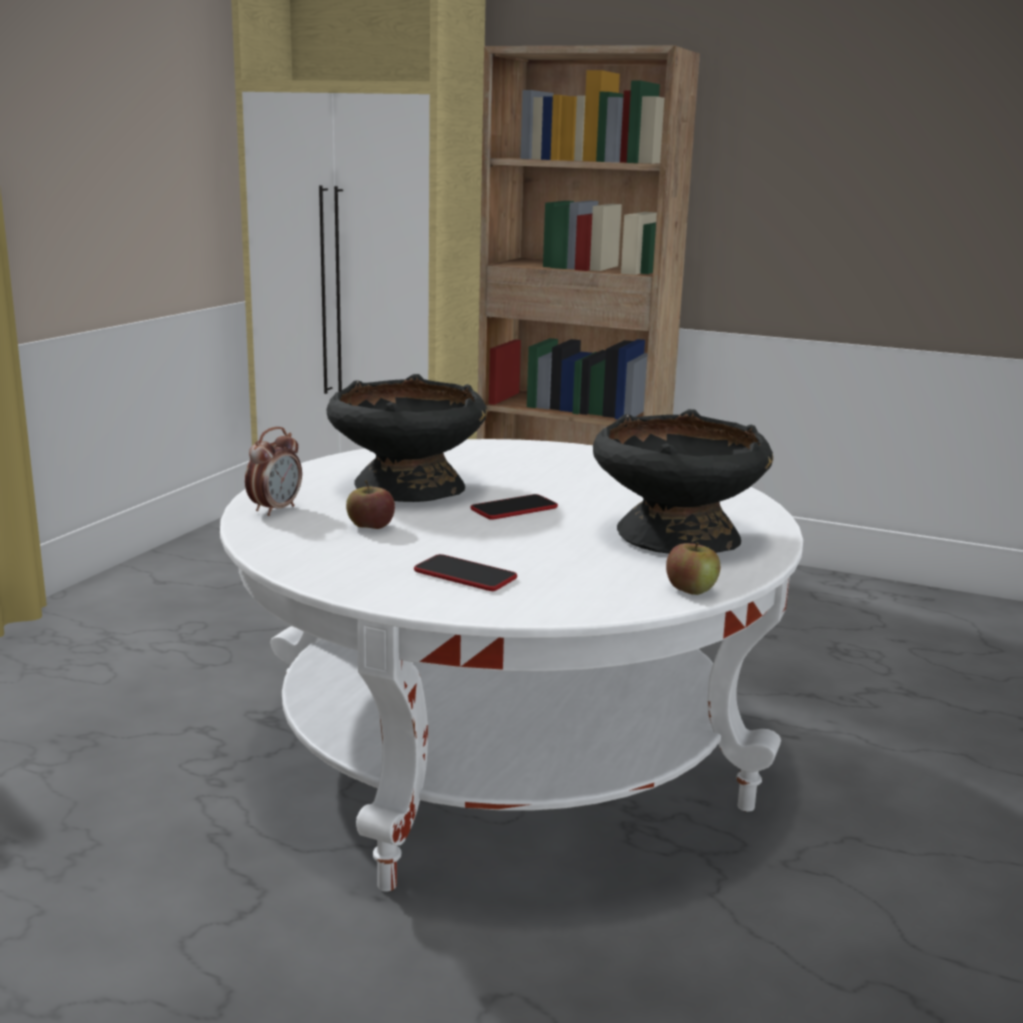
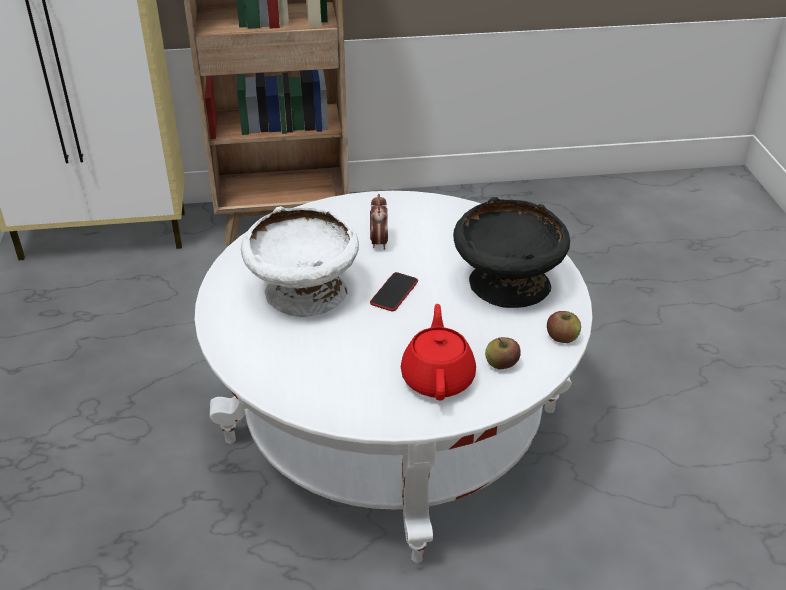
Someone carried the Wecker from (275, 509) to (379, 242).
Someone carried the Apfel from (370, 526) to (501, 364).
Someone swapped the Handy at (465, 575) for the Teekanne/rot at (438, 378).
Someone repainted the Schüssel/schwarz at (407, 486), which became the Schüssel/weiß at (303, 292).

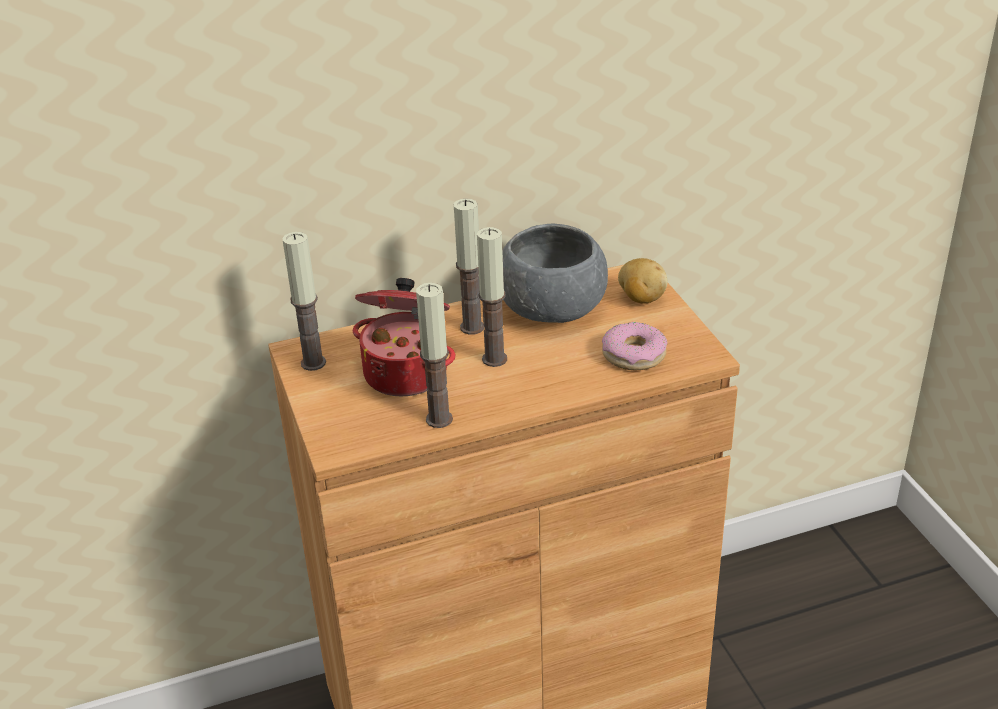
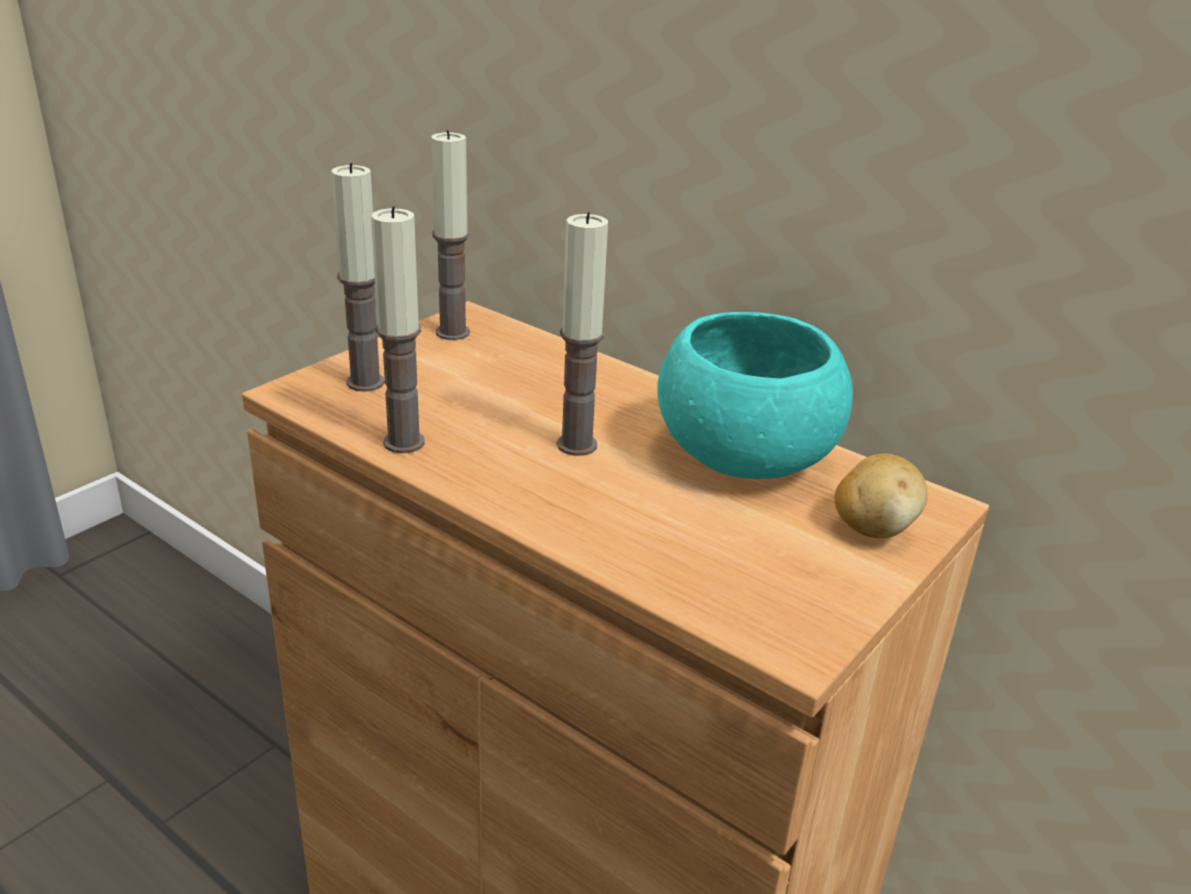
Someone took away the Kochtopf at (407, 372).
Someone took away the Donut at (633, 355).
Someone carried the Kerze from (472, 327) to (365, 382).
Someone repainted the Schüssel/grau at (552, 310), which became the Schüssel/türkis at (743, 457).

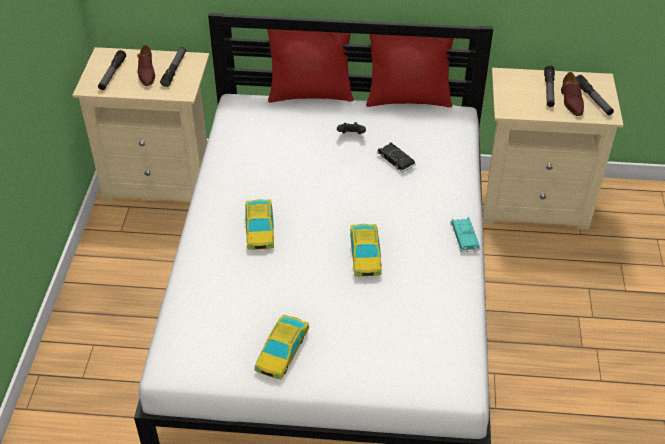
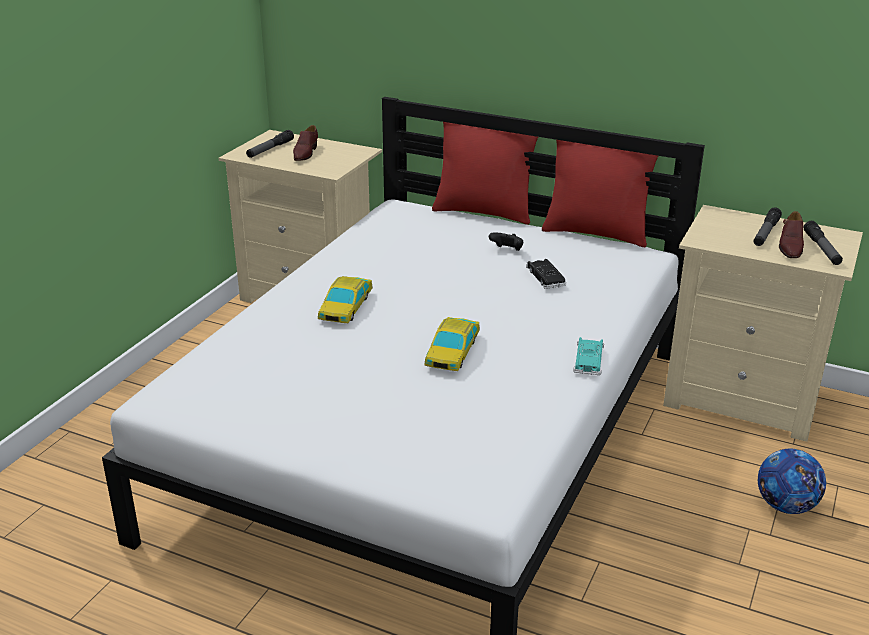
Someone took away the Taschenlampe at (174, 70).
Someone took away the Spielzeugauto at (282, 351).
Someone put down the Fußball at (785, 506).

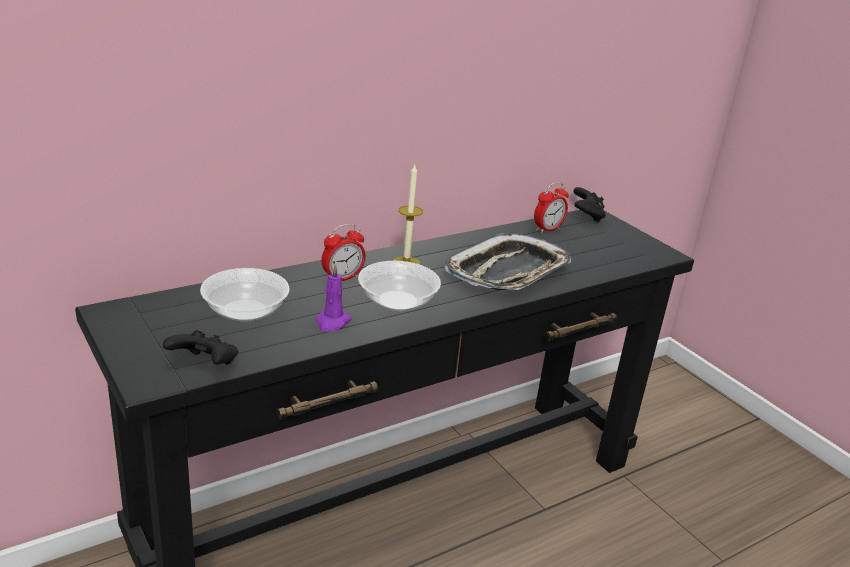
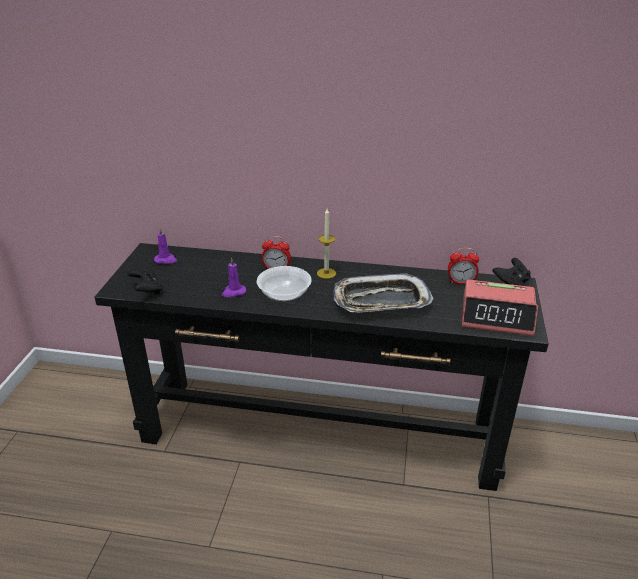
Someone took away the Schüssel at (245, 311).
Someone put down the Kerze/lila at (166, 260).
Someone put down the Wecker at (497, 316).

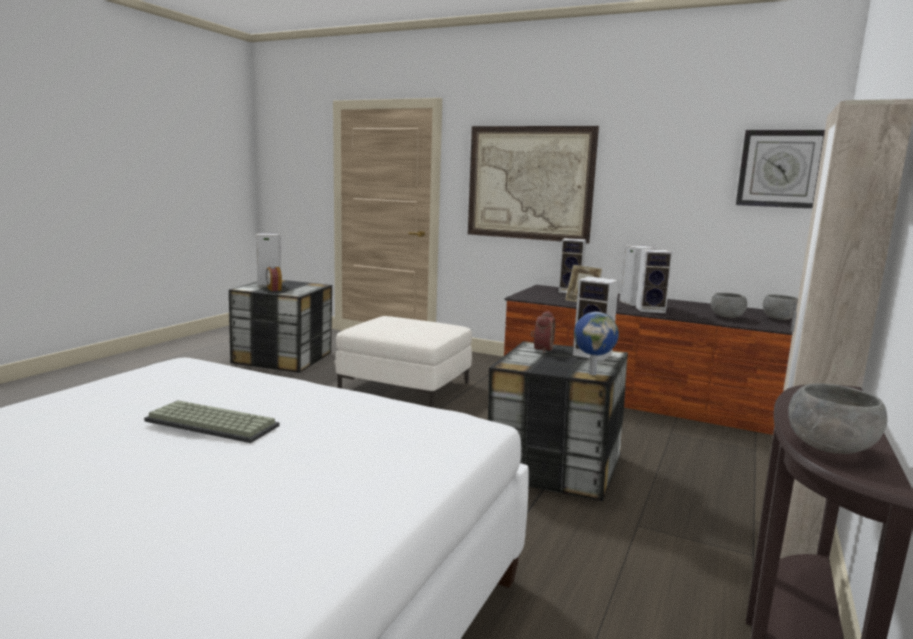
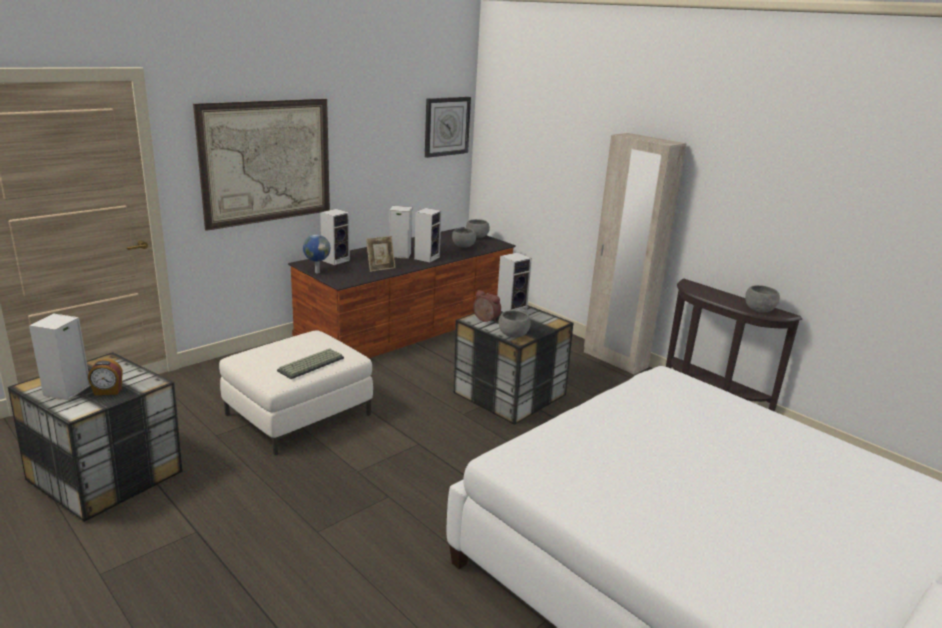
Someone put down the Schüssel/grau at (513, 335).
Someone carried the Tastatur from (209, 424) to (311, 365).
Someone carried the Globus from (592, 373) to (317, 272).

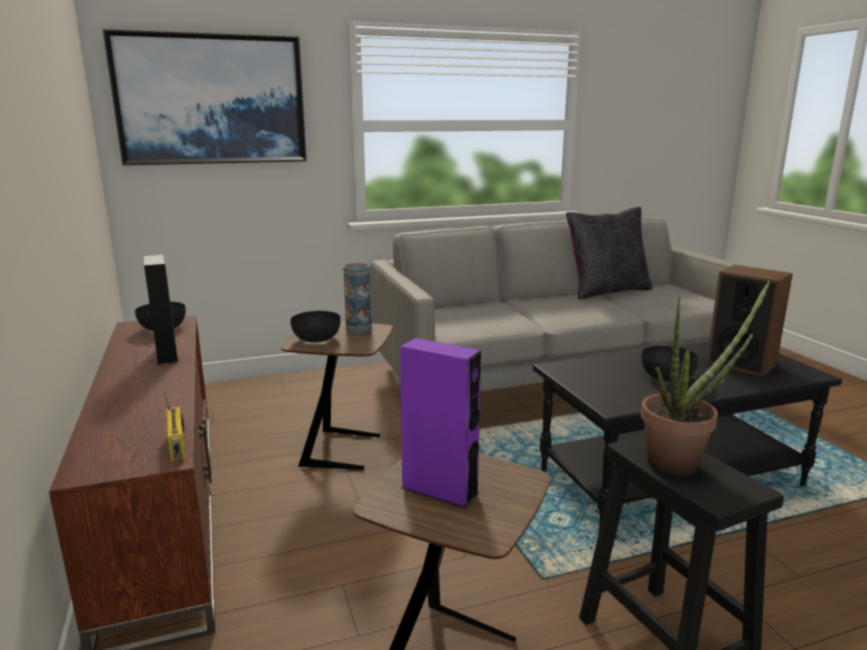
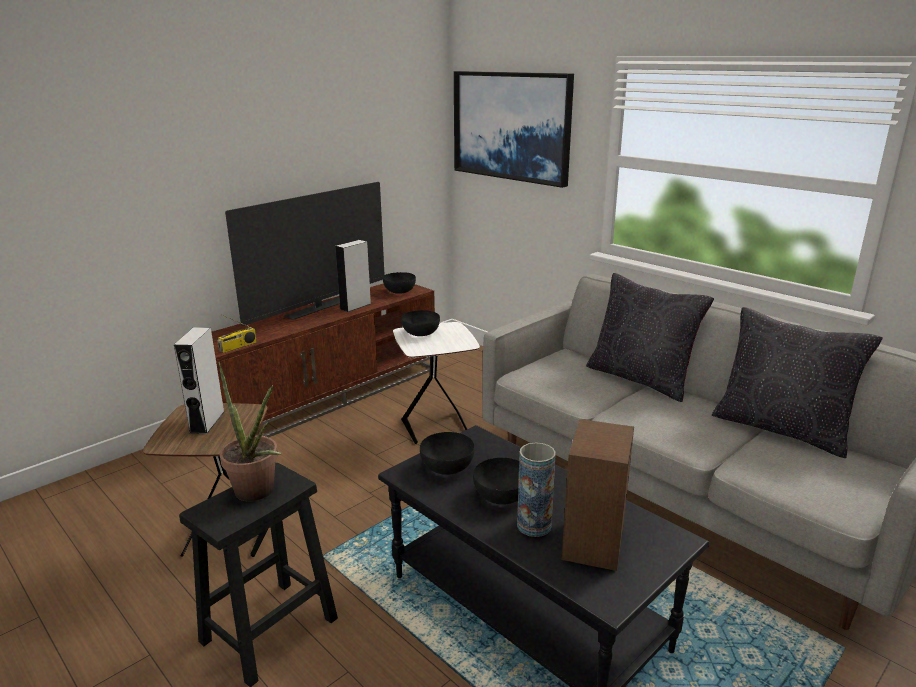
Someone put down the Fernseher at (318, 308).
Someone put down the Schüssel/schwarz at (447, 467).
Someone put down the Kissen/schwarz at (640, 378).
Someone carried the Vase from (358, 329) to (534, 525).
Someone repainted the Beistelltisch/braun at (344, 450), which became the Beistelltisch/weiß at (437, 428).
Someone repainted the Lautsprecher/lila at (439, 490), which became the Lautsprecher/grau at (207, 422).

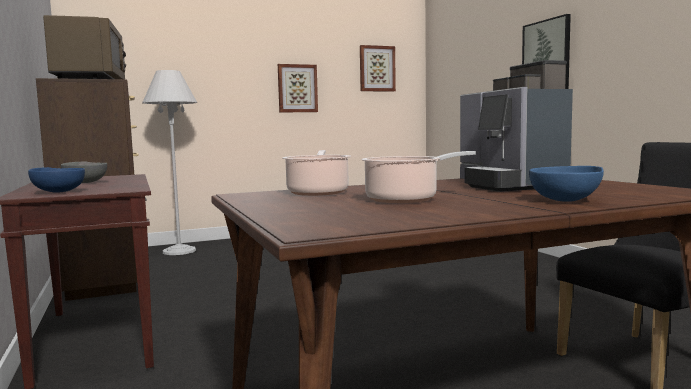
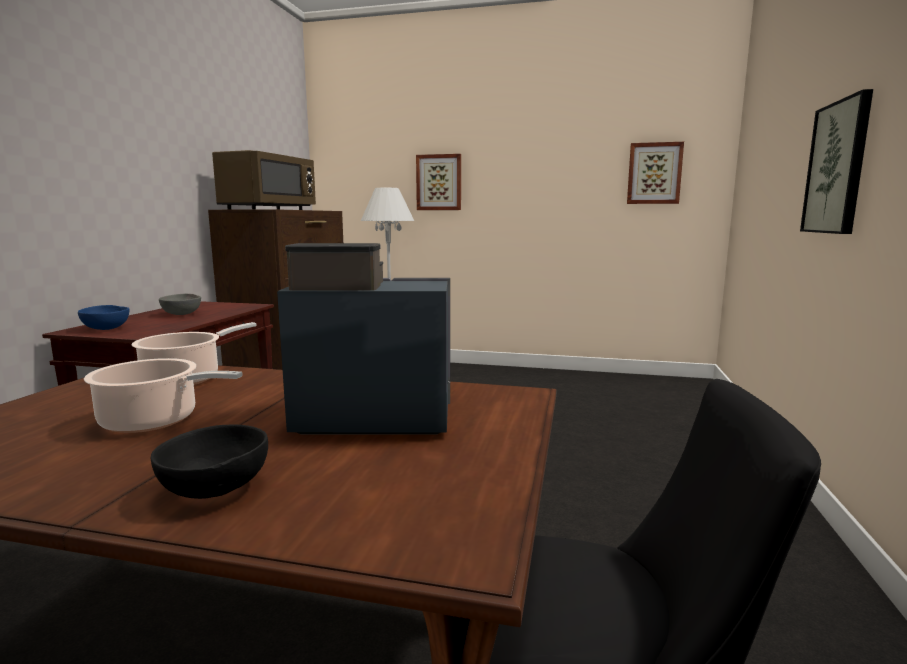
Someone carried the Bild from (297, 88) to (439, 182).
Someone repainted the Schüssel/blau at (567, 201), which became the Schüssel/schwarz at (215, 491).
Someone rotated the Kaffeemaschine at (508, 185) by 75 degrees clockwise.

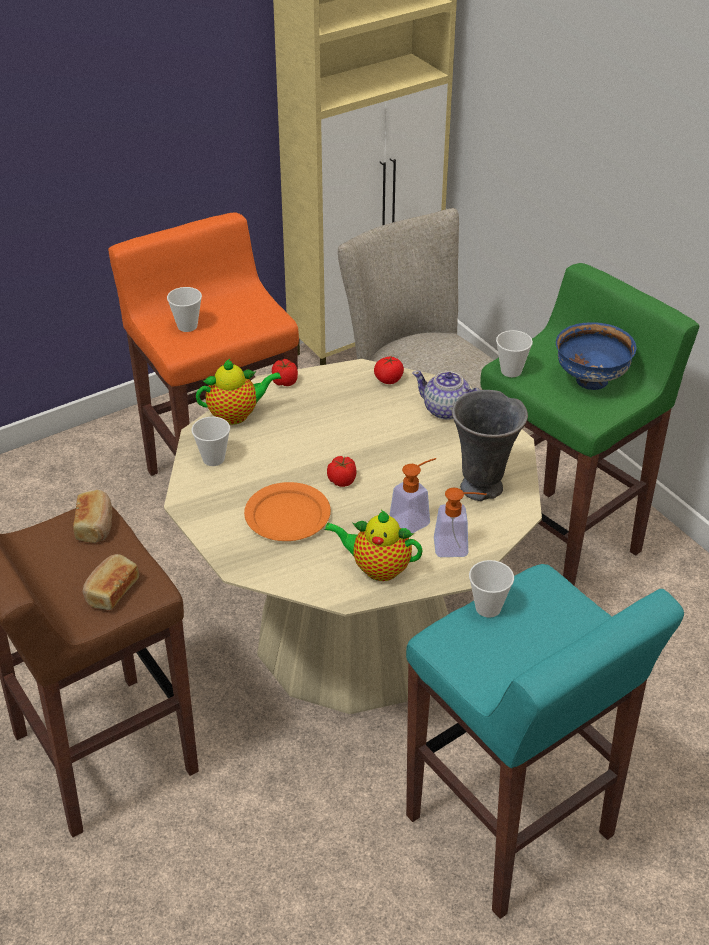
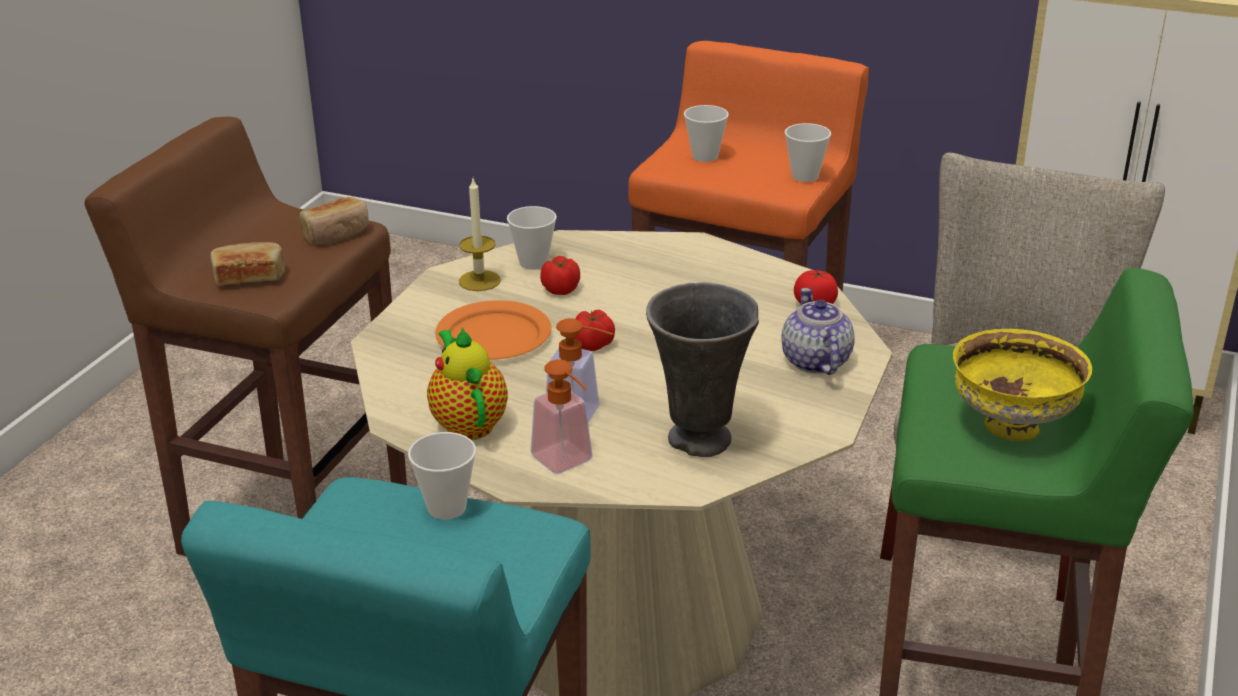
Someone took away the Teekanne at (236, 415).
Someone put down the Kerze at (479, 281).
Someone carried the Tomate from (285, 381) to (561, 289).
Someone carried the Tasse from (511, 371) to (805, 176).
Someone repainted the Schüssel/blau at (590, 381), which became the Schüssel/gelb at (1010, 425).

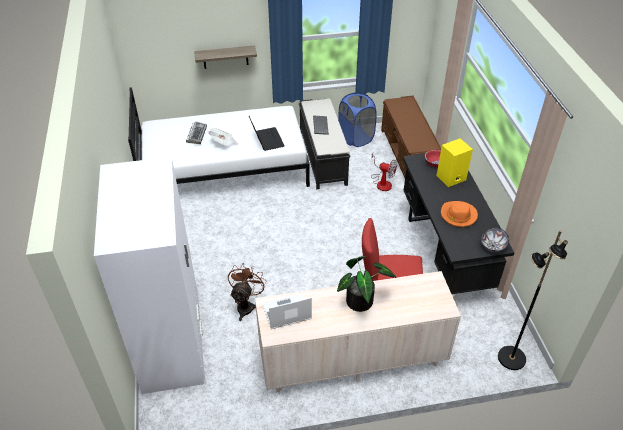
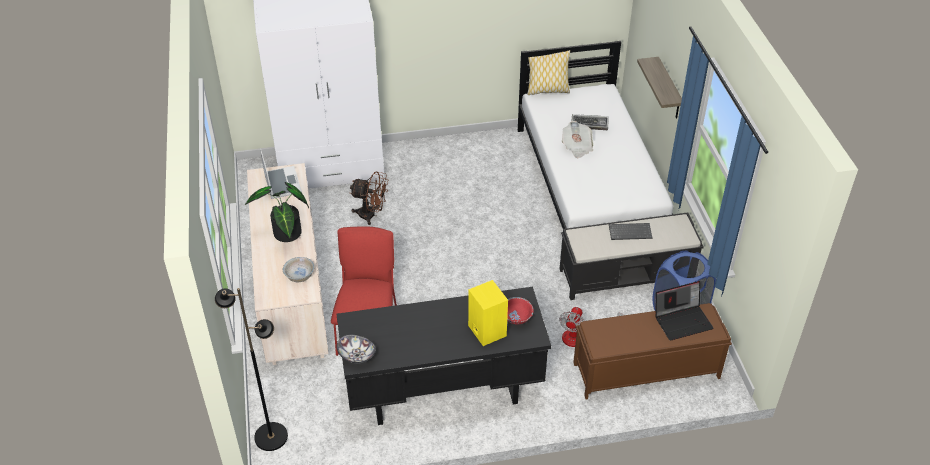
Someone took away the Hut/orange at (458, 215).
Someone put down the Schüssel/weiß at (300, 276).
Someone put down the Kissen at (547, 90).
Someone carried the Laptop from (266, 139) to (682, 320).

